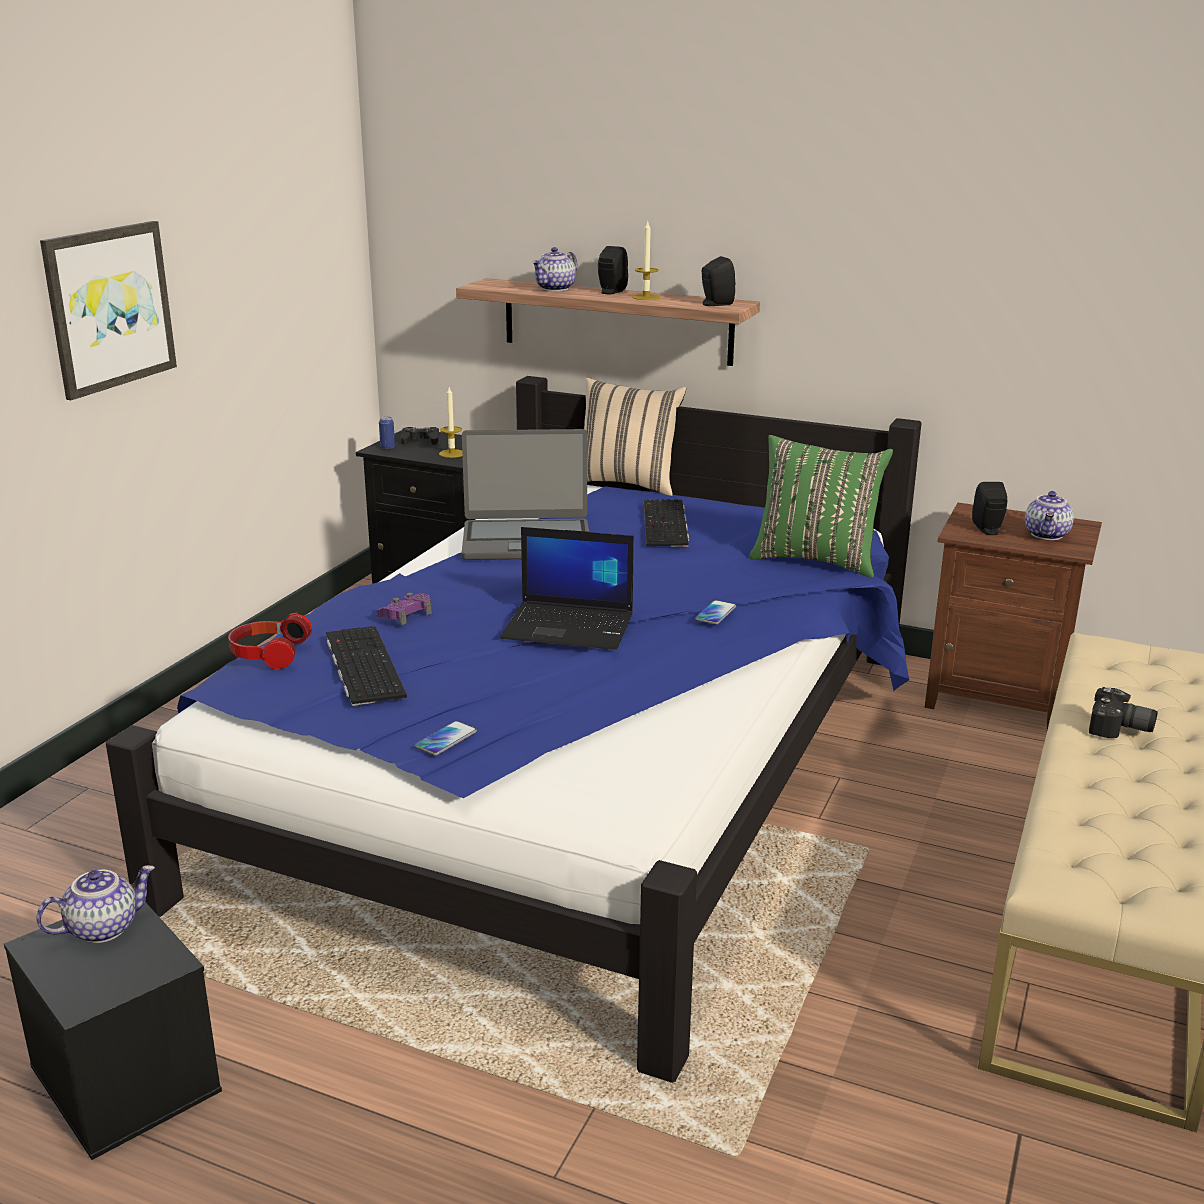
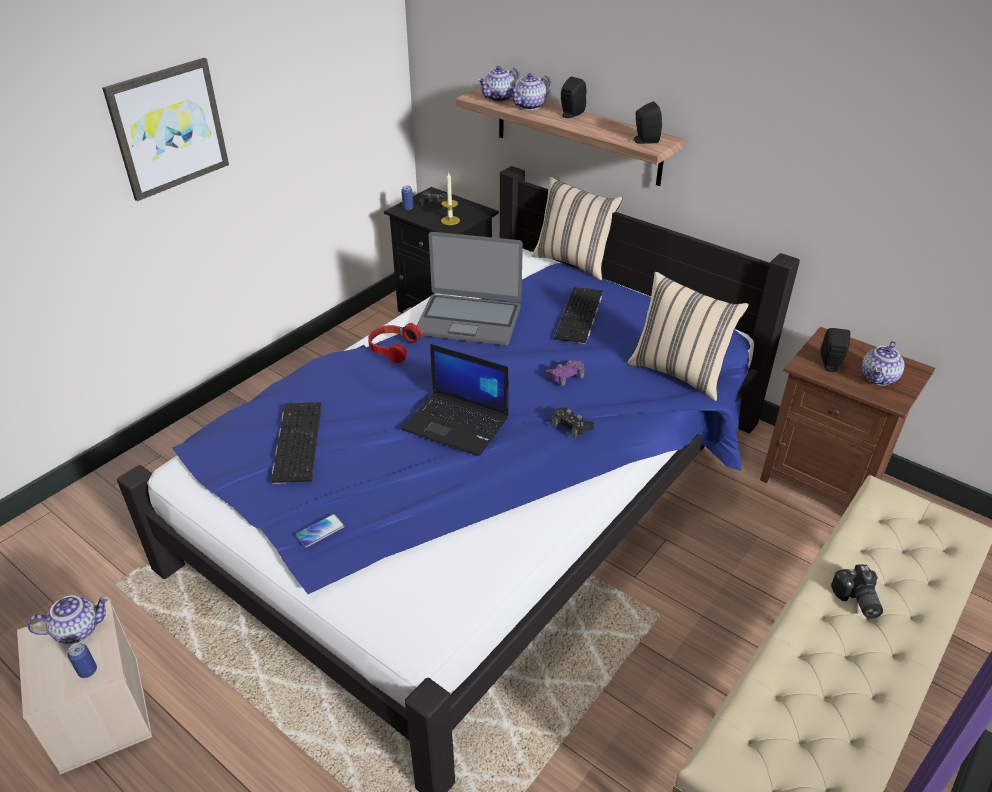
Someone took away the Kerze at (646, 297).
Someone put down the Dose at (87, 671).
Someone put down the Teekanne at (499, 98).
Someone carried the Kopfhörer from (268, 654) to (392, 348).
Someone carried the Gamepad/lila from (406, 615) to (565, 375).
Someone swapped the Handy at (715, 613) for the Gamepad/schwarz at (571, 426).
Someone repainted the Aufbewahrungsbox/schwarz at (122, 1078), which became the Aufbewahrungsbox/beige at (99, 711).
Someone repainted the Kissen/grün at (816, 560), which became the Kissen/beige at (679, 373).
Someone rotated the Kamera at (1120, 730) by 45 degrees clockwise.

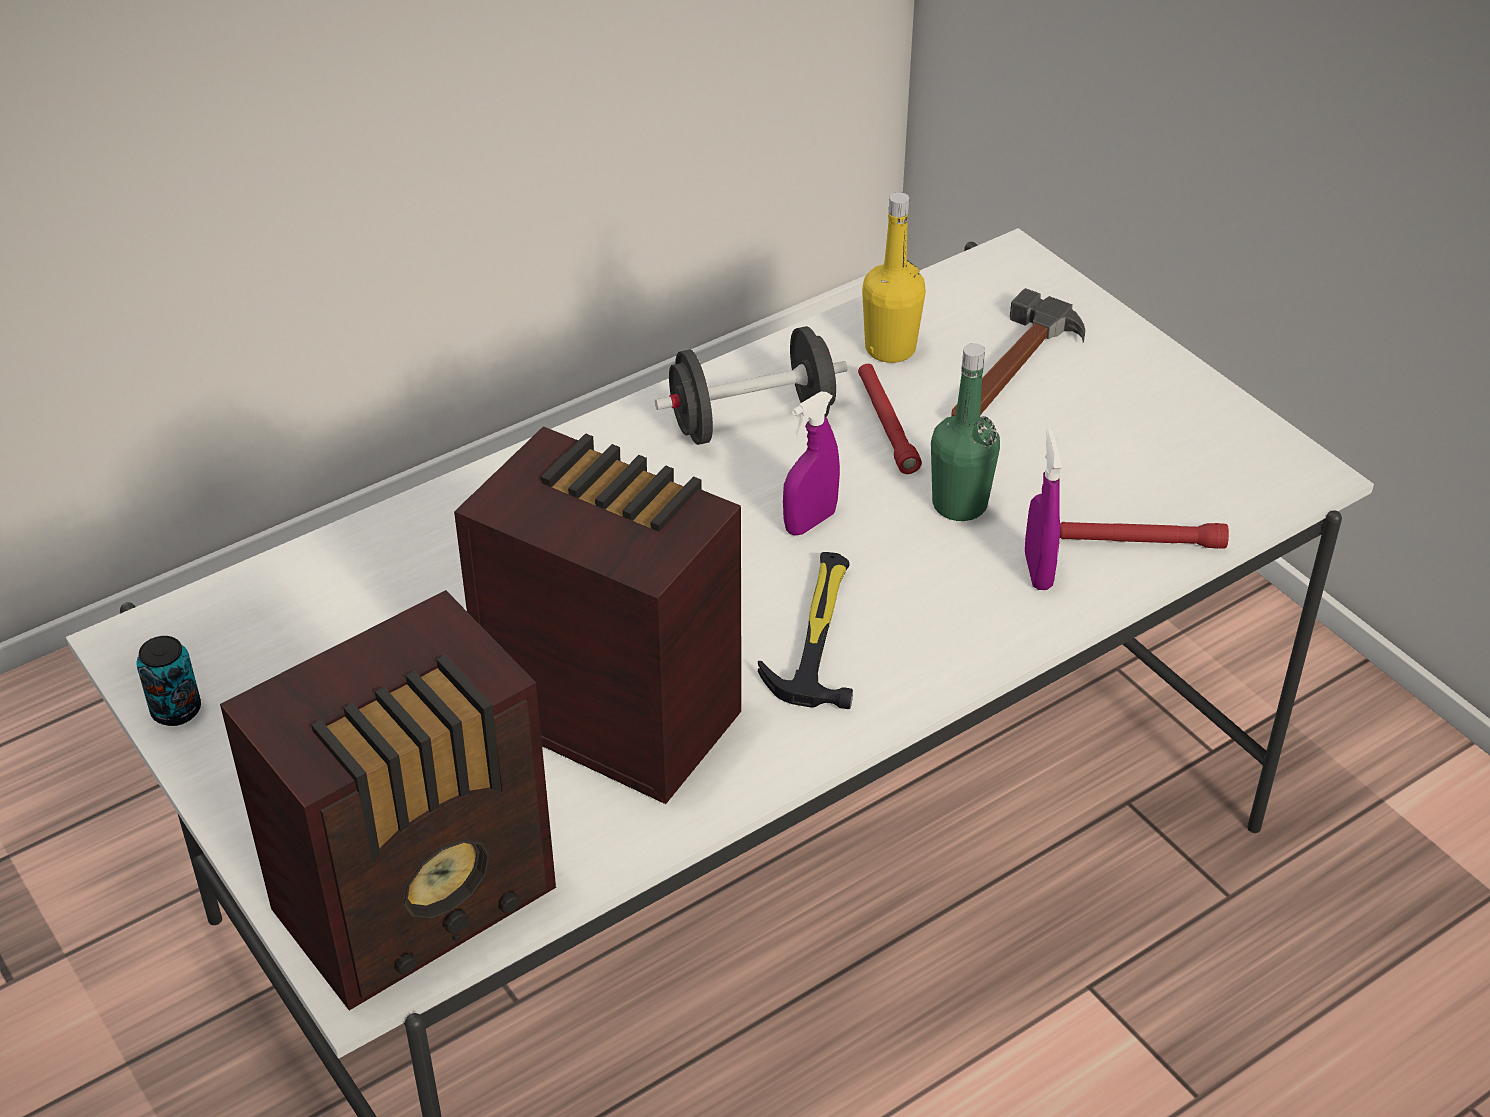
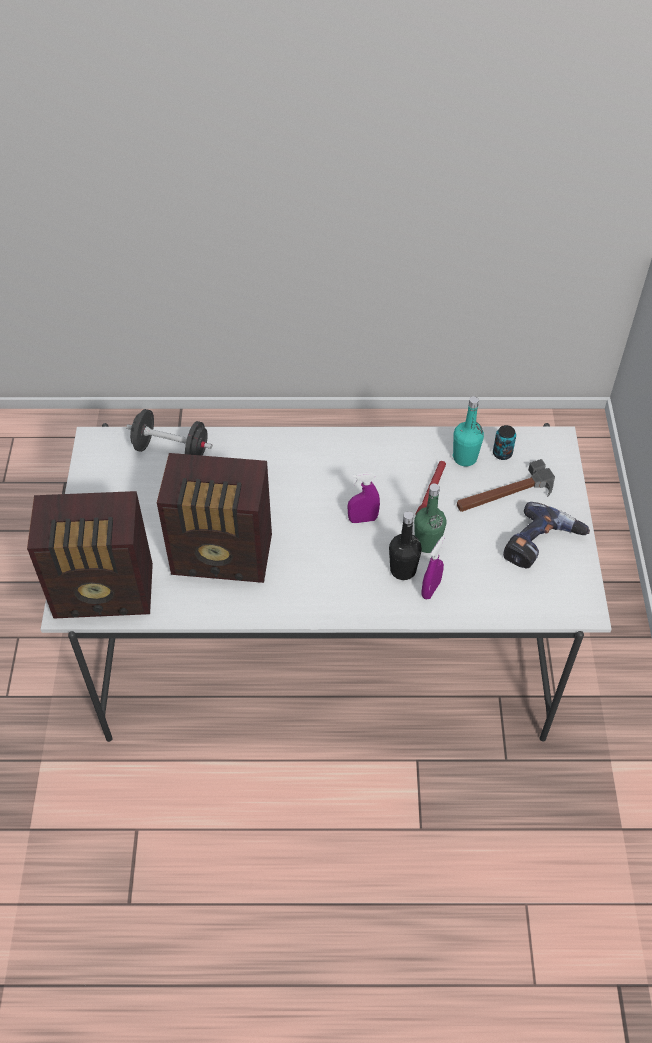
Someone took away the Hammer at (817, 632).
Someone took away the Taschenlampe/rot at (1141, 542).
Someone put down the Flasche/schwarz at (403, 570).
Someone put down the Bohrmaschine at (542, 545).
Someone carried the Dose from (176, 710) to (502, 453).
Someone carried the Hantel/schwarz from (751, 421) to (171, 450).
Someone repainted the Flasche/gelb at (890, 348), which became the Flasche/türkis at (465, 458).
Someone rotated the Radio at (609, 711) by 120 degrees clockwise.

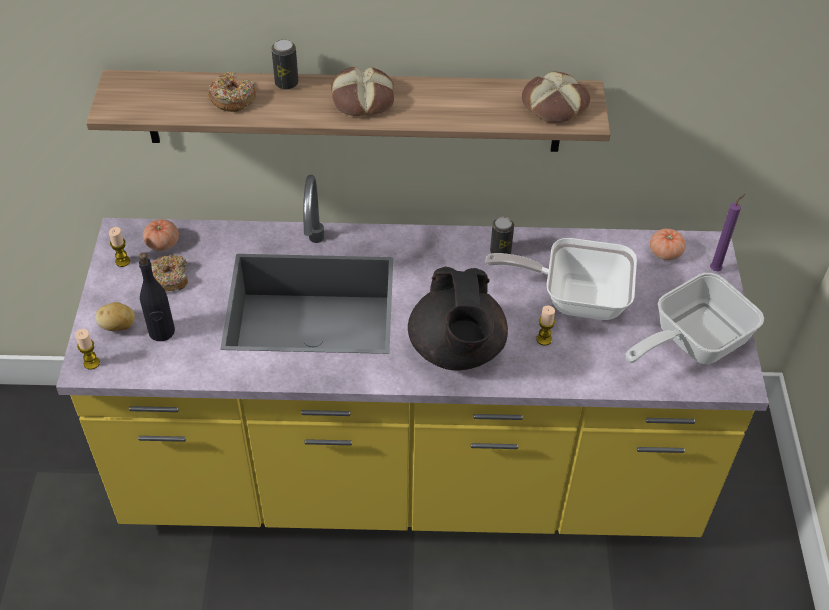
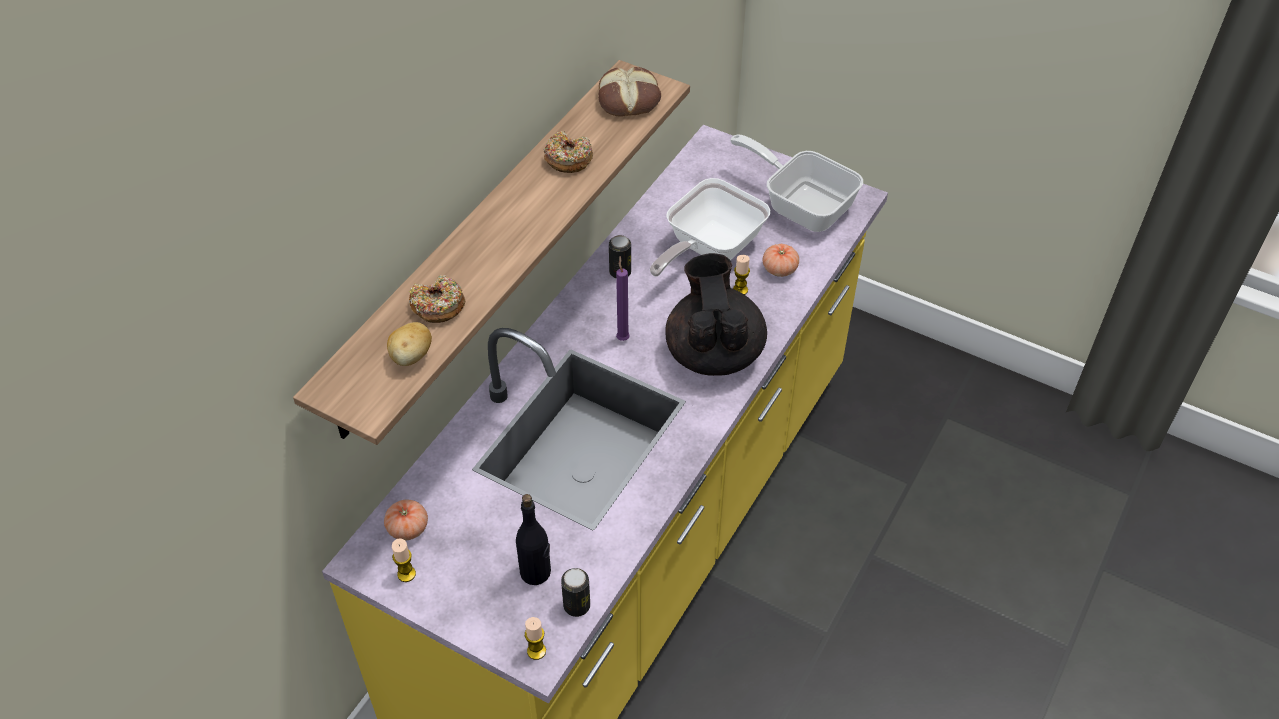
Someone took away the Brot at (362, 100).
Someone carried the Kartoffel from (118, 326) to (411, 356).
Someone carried the Donut from (169, 278) to (568, 159).
Someone carried the Dose from (286, 83) to (576, 605).
Someone carried the Tomate from (665, 253) to (779, 269).
Someone carried the Kerze/lila from (716, 269) to (622, 337).
Someone rotated the Teekanne/schwarz at (457, 350) by 120 degrees counterclockwise.
Someone rotated the Pfanne at (691, 341) by 135 degrees clockwise.

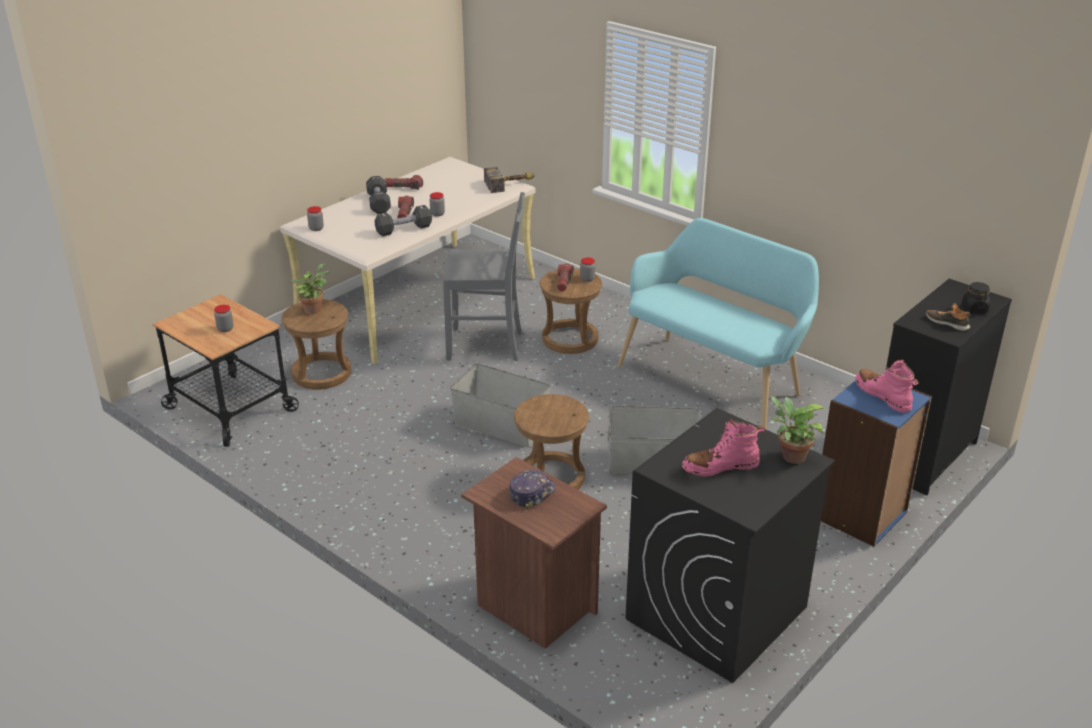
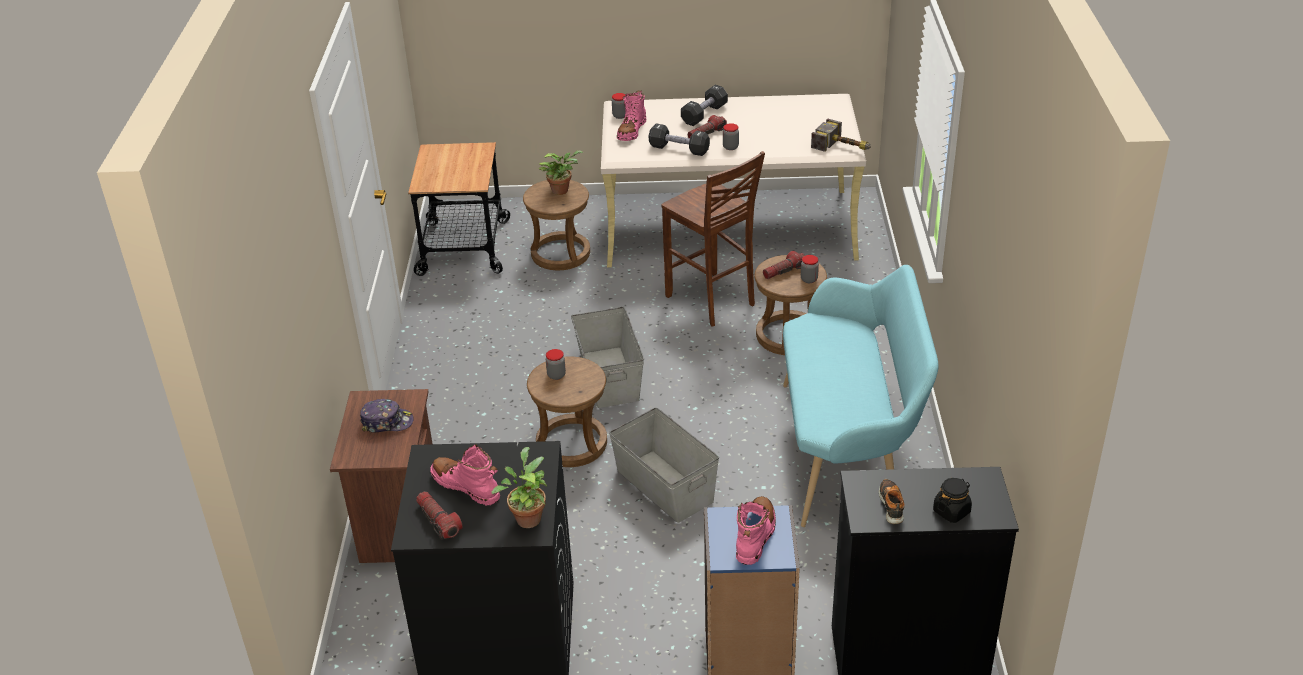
Someone put down the Stiefel/rosa at (631, 131).
Someone carried the Vorratsglas from (225, 329) to (556, 375).
Someone carried the Taschenlampe from (404, 187) to (438, 521).
Someone swapped the Stuhl/grau at (486, 346) for the Hocker/braun at (712, 301).

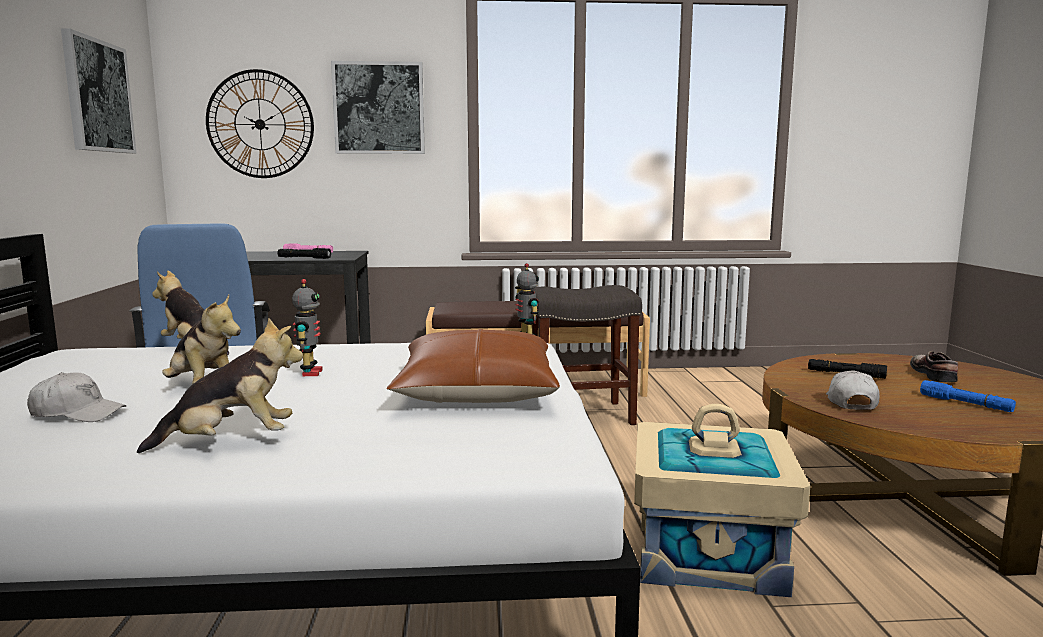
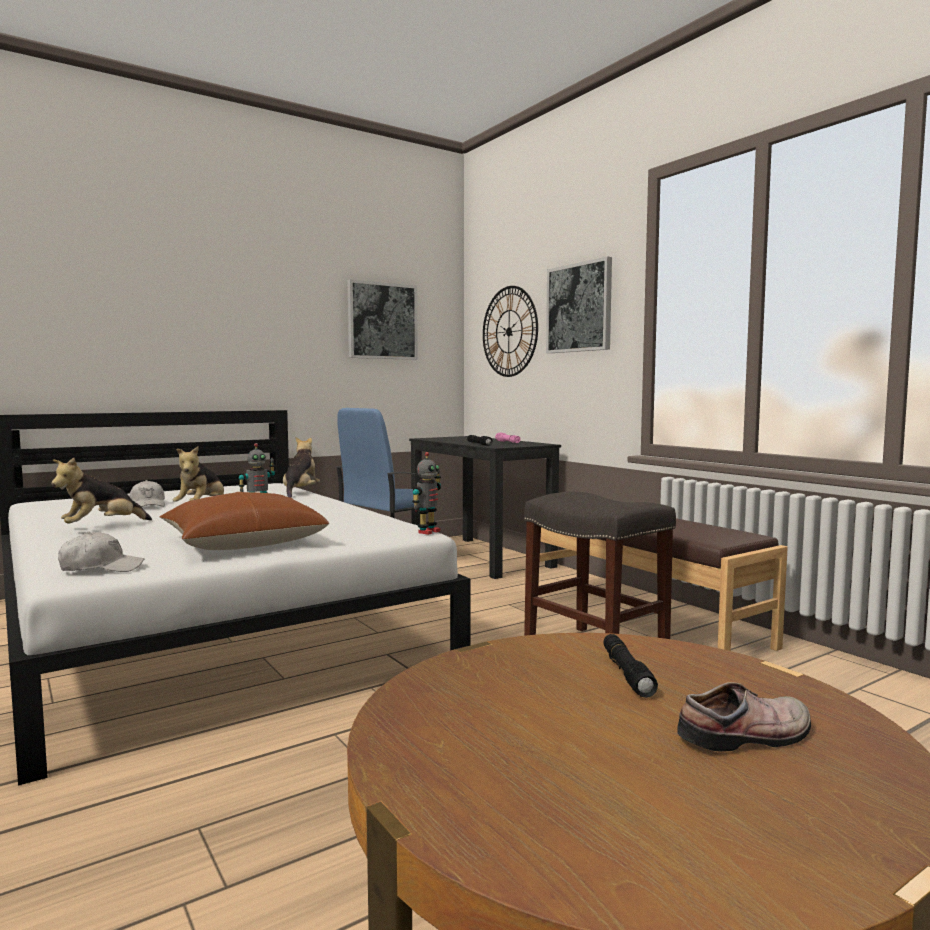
Someone took away the Aufbewahrungsbox/beige at (708, 552).
Someone took away the Taschenlampe/blau at (965, 404).
Someone carried the Kappe/weiß from (850, 402) to (101, 568).
Someone rotated the Plüschtier at (231, 442) by 90 degrees clockwise.

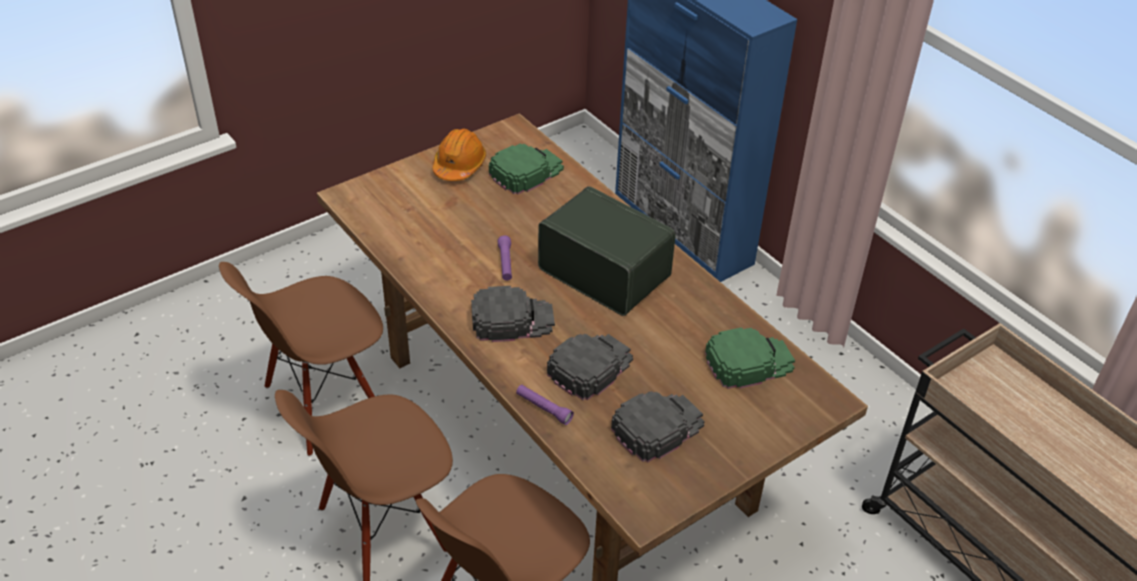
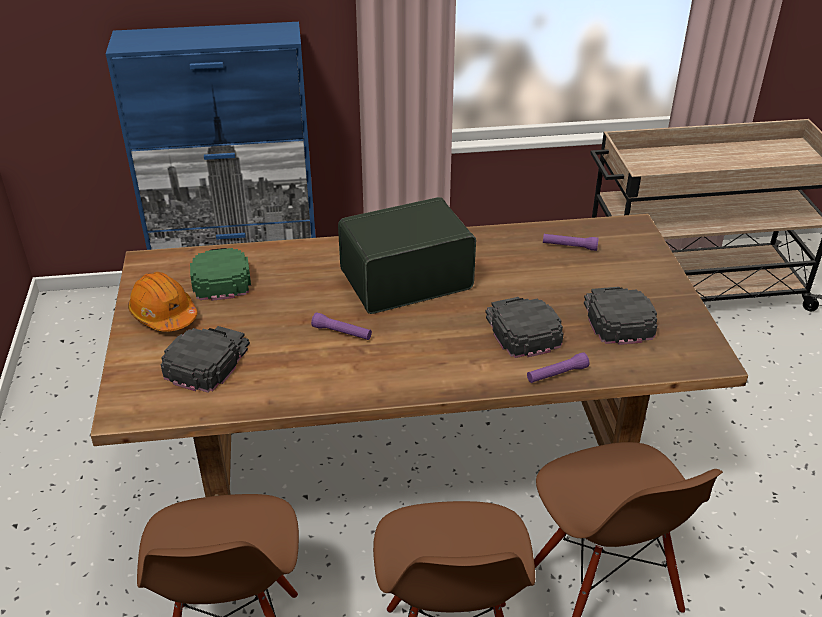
Someone carried the Kappe/schwarz from (512, 319) to (207, 360).
Someone swapped the Kappe/grün at (749, 362) for the Taschenlampe/lila at (569, 246).

